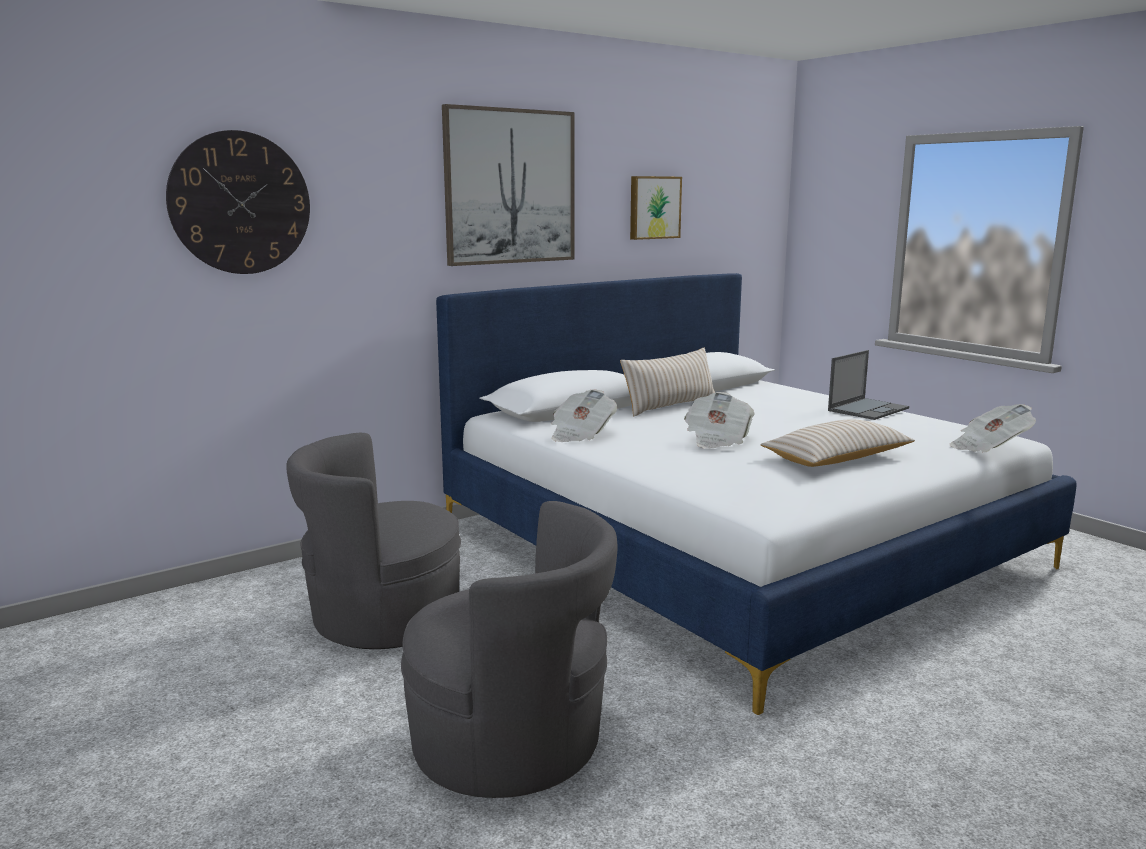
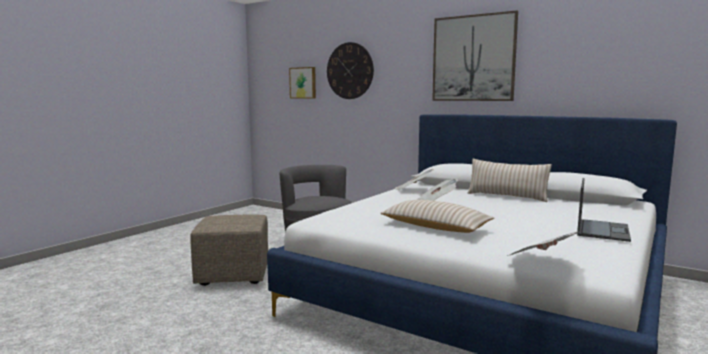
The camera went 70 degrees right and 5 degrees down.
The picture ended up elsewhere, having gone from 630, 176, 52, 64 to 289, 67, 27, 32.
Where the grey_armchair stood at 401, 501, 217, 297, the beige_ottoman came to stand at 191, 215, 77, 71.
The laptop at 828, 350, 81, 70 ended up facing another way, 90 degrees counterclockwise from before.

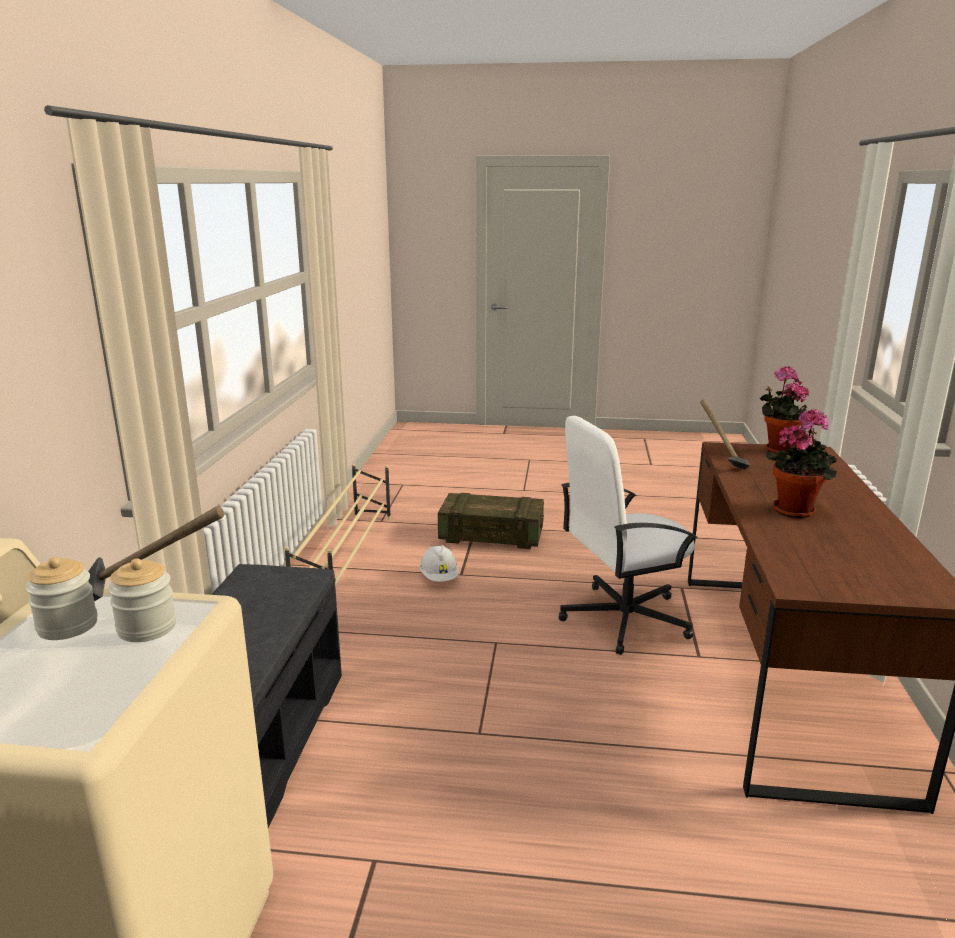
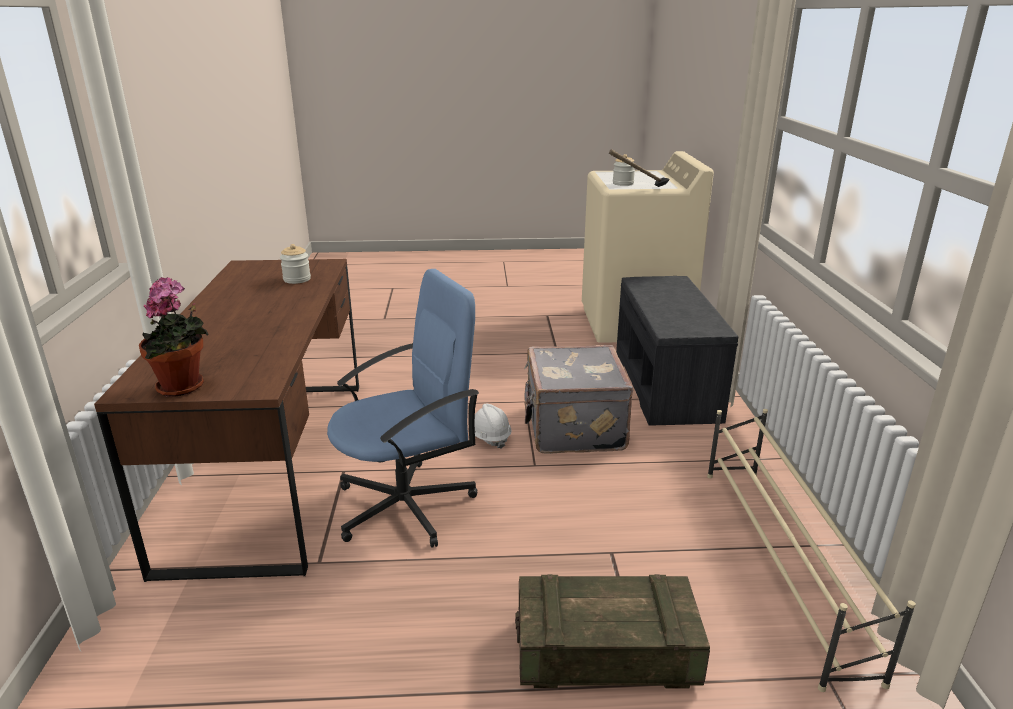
The camera went 170 degrees right and 5 degrees up.
The second view lost the hammer at 700, 399, 50, 71.
The second view lost the potted_plant at 766, 408, 71, 110.
The second view gained the grey_suitcase at 524, 345, 109, 109.
The jar ended up elsewhere, having gone from 26, 557, 71, 83 to 280, 244, 31, 40.
The white_hard_hat ended up elsewhere, having gone from 420, 545, 39, 37 to 468, 404, 44, 44.
What was the white_office_chair at 559, 416, 139, 239 turned into the blue_office_chair at 327, 269, 152, 278.

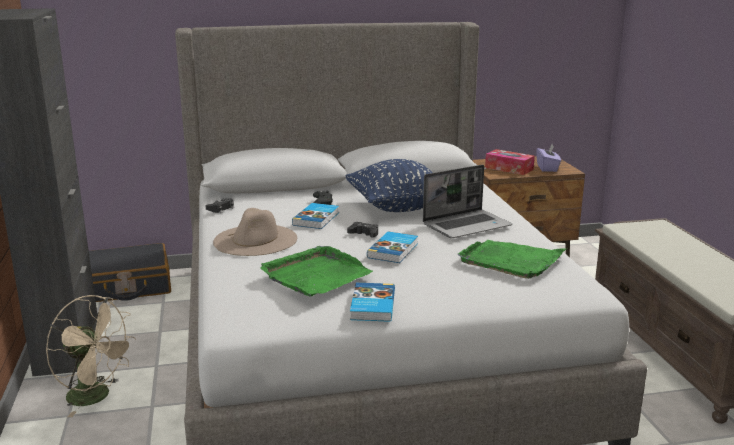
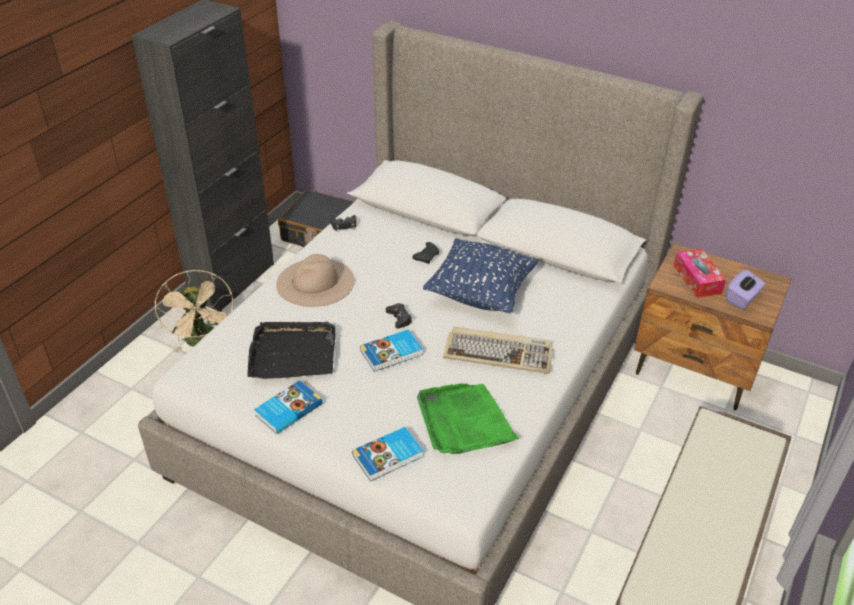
The camera went 40 degrees right and 20 degrees up.
The book ended up elsewhere, having gone from 292, 203, 47, 26 to 352, 427, 71, 54.
Where the laptop stood at 423, 165, 89, 73, the keyboard came to stand at 443, 327, 110, 47.
What was the green_tray at 260, 246, 113, 51 turned into the black_tray at 248, 322, 88, 57.

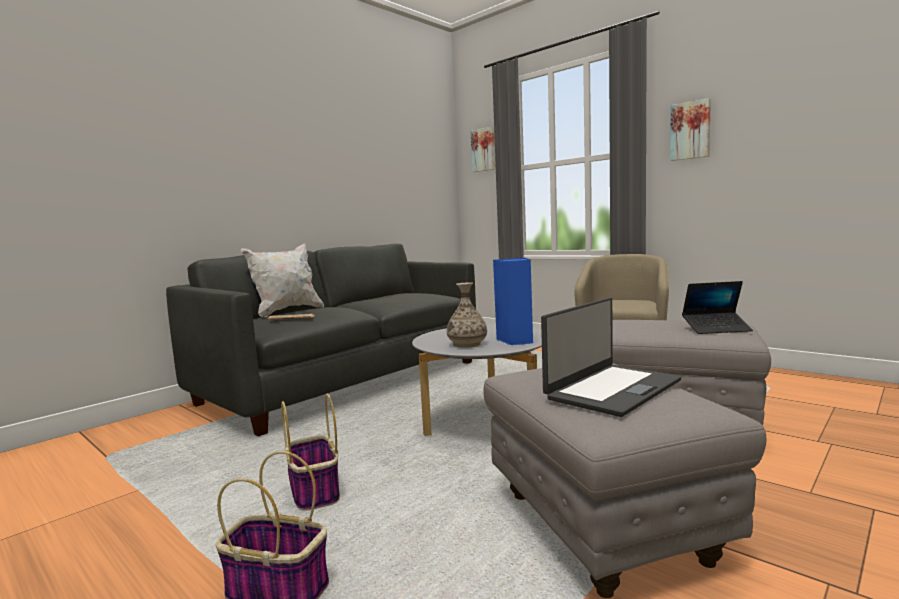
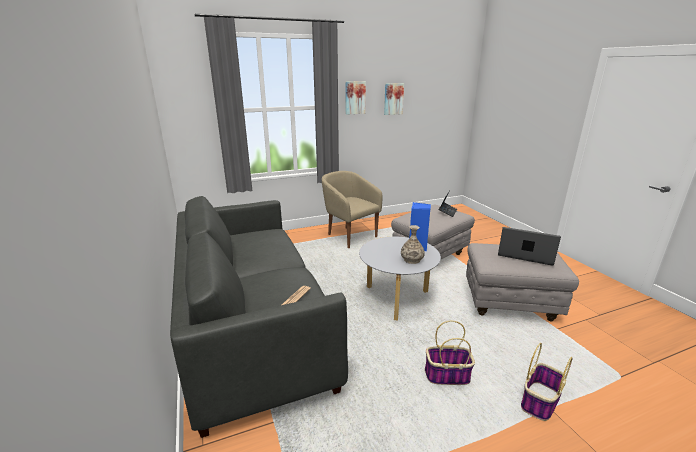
The camera went 65 degrees left and 15 degrees up.
The second view lost the white_pillow at 240, 244, 84, 73.
The picture ended up elsewhere, having gone from 471, 127, 25, 45 to 384, 83, 20, 32.
The laptop at 541, 297, 140, 120 ended up facing another way, 45 degrees counterclockwise from before.

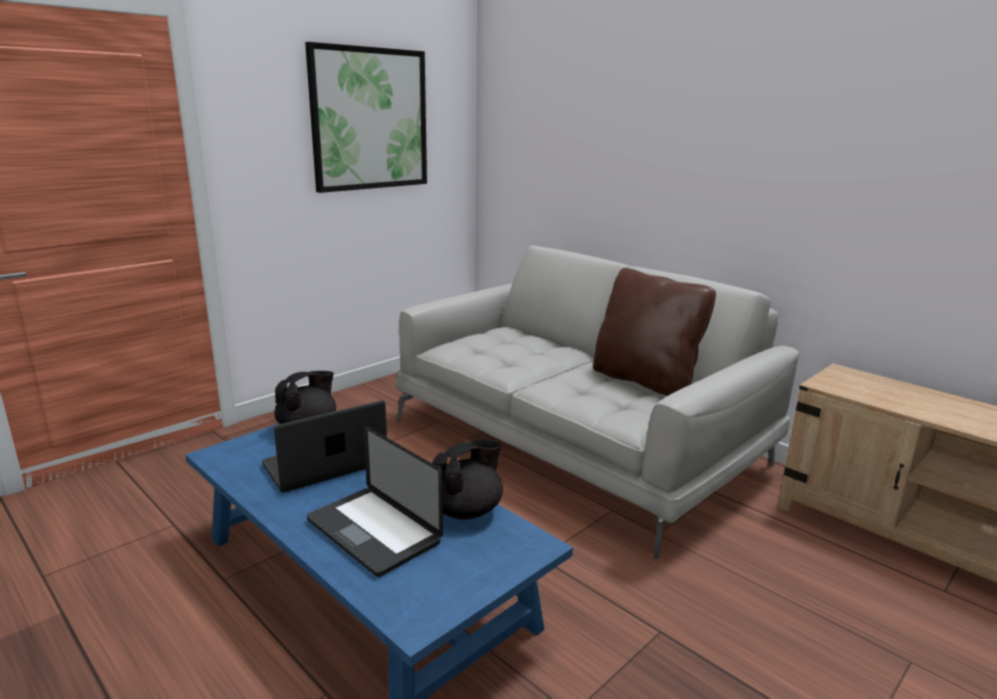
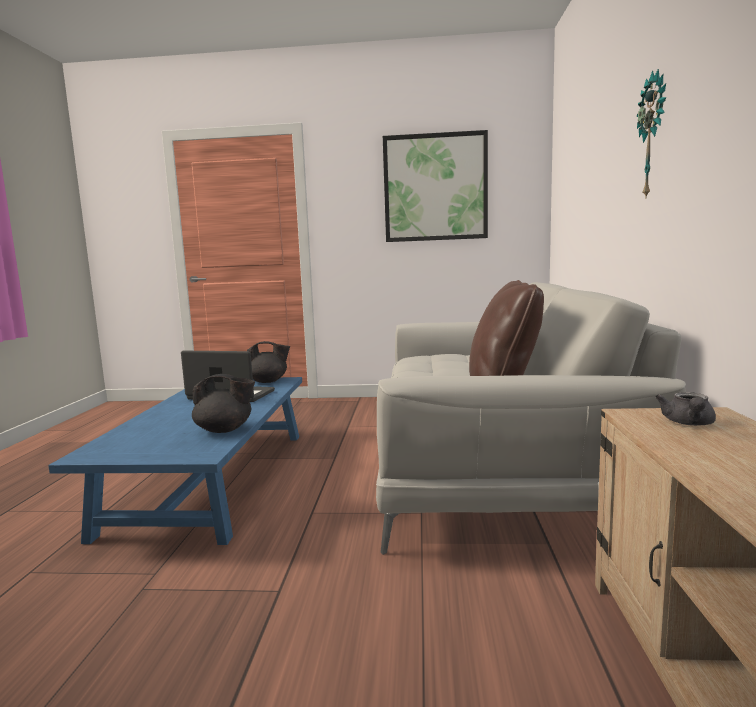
The camera went 50 degrees right and 10 degrees down.
The second view lost the laptop at 307, 426, 136, 151.
The second view gained the wall_clock at 637, 69, 29, 128.
The second view gained the grey_teapot at 655, 392, 61, 34.

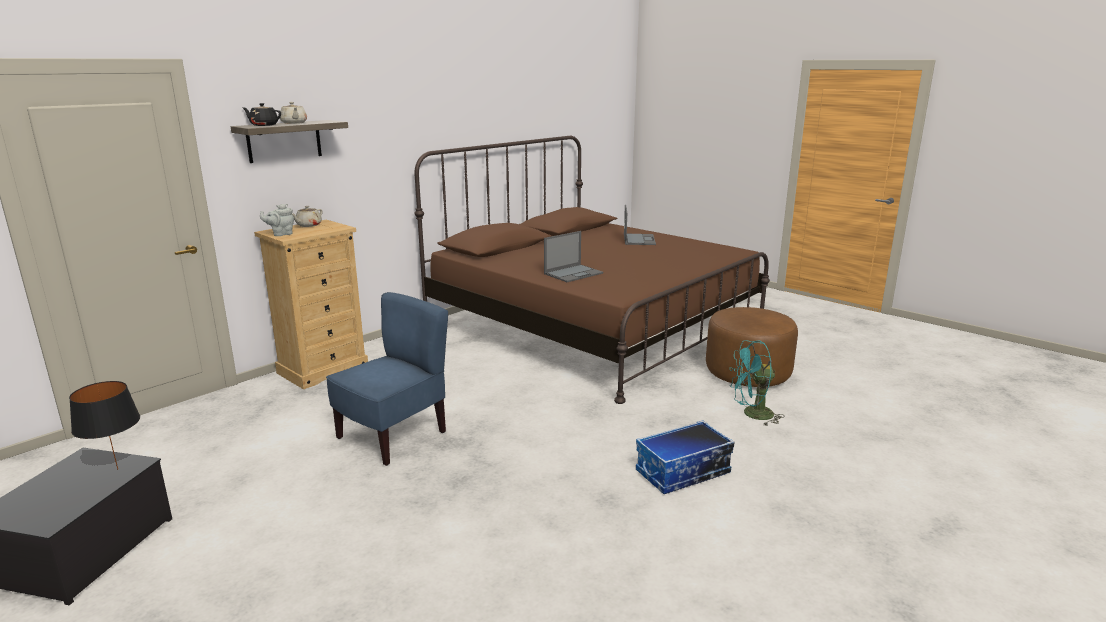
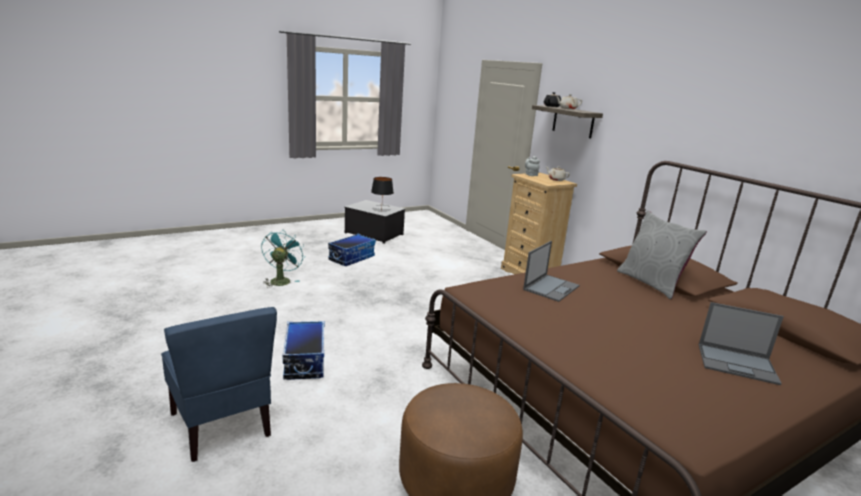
The camera went 105 degrees right and 0 degrees up.
The second view gained the storage_box at 328, 234, 48, 32.
The second view gained the grey_pillow at 617, 210, 90, 89.
The blue_chair ended up elsewhere, having gone from 326, 292, 122, 174 to 161, 307, 116, 155.
The turquoise_fan ended up elsewhere, having gone from 730, 340, 54, 86 to 261, 230, 44, 58.
The laptop at 544, 231, 59, 51 ended up facing another way, 120 degrees counterclockwise from before.

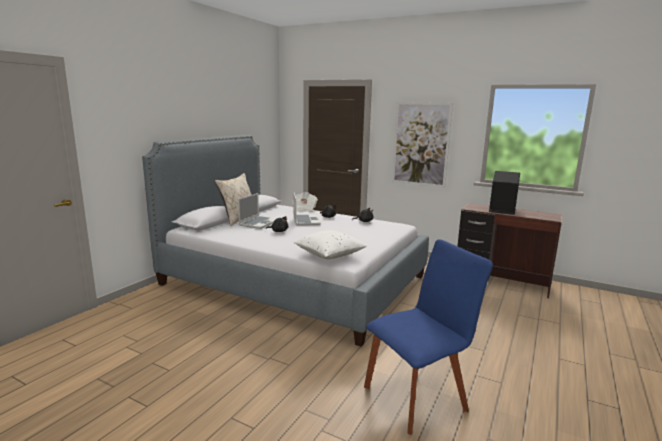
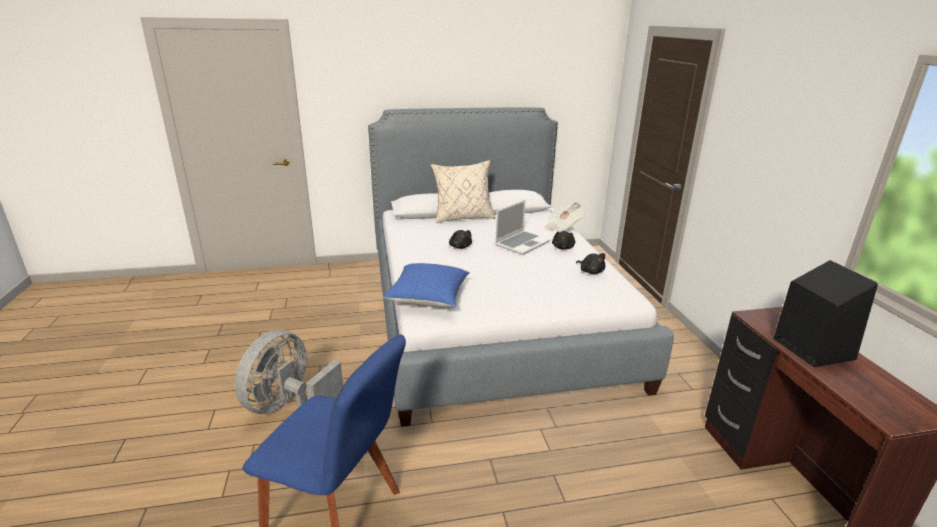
The camera went 50 degrees right and 10 degrees up.
The second view lost the laptop at 238, 193, 38, 36.
The second view lost the picture at 392, 102, 61, 86.
The second view gained the grey_fan at 235, 330, 108, 84.
What was the white_pillow at 294, 230, 73, 29 turned into the blue_pillow at 383, 263, 87, 44.

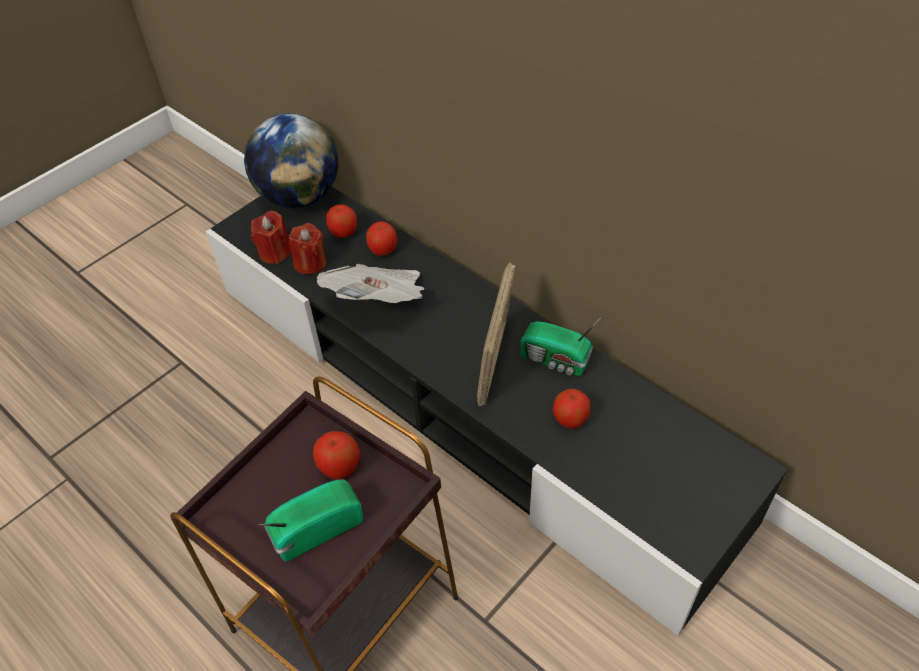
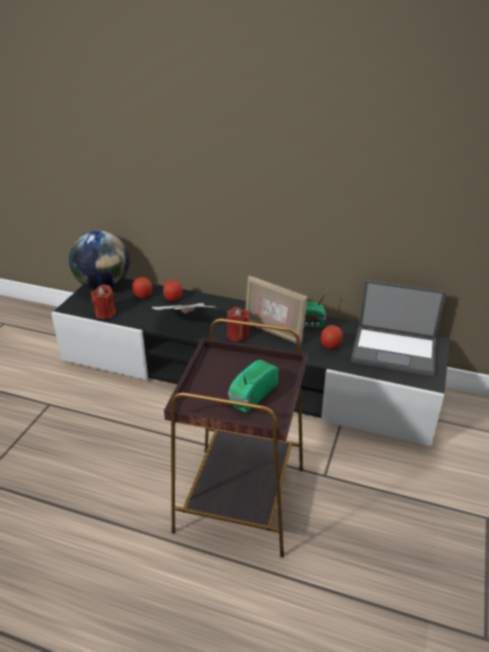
The camera went 25 degrees left and 15 degrees down.
The second view lost the apple at 313, 431, 47, 48.
The second view gained the laptop at 351, 280, 96, 96.
The red_candle ended up elsewhere, having gone from 289, 223, 38, 52 to 226, 307, 23, 34.
The picture_frame at 477, 263, 39, 143 ended up facing another way, 45 degrees counterclockwise from before.

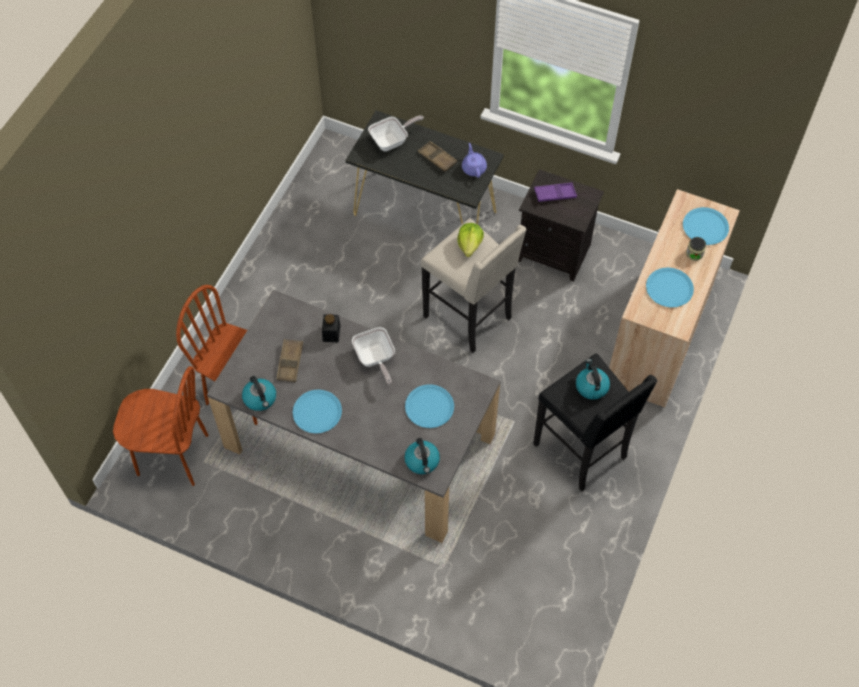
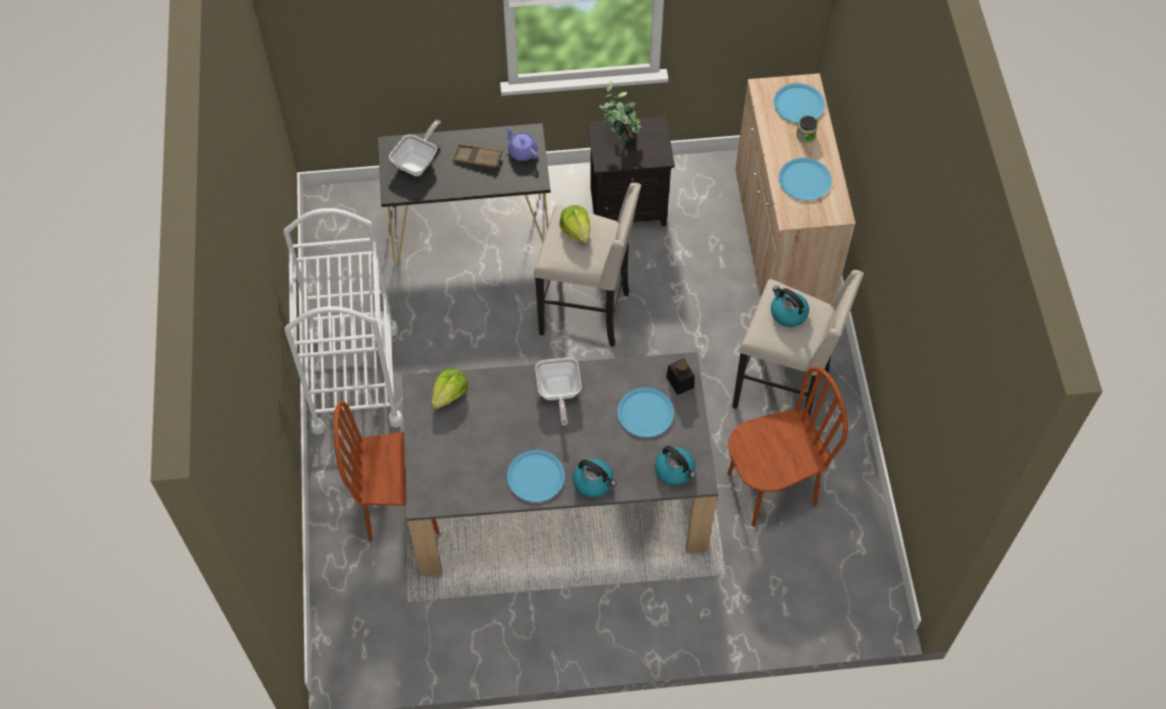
The camera went 30 degrees left and 0 degrees up.
The second view lost the brown_tray at 277, 339, 26, 43.
The second view gained the white_cart at 283, 208, 120, 227.
The second view gained the lettuce at 431, 368, 37, 41.
The brown_chair ended up elsewhere, having gone from 113, 366, 95, 120 to 727, 366, 121, 161.
The kettle ended up elsewhere, having gone from 242, 376, 34, 35 to 573, 459, 44, 39.
The black_jar ended up elsewhere, having gone from 322, 314, 18, 28 to 666, 358, 29, 37.
Where the purple_tray stood at 534, 183, 43, 19, the potted_plant came to stand at 599, 81, 43, 64.
What was the black_stool at 533, 353, 124, 139 turned into the beige_stool at 732, 270, 132, 146.
The frying_pan at 352, 327, 43, 57 ended up facing another way, 45 degrees clockwise from before.

